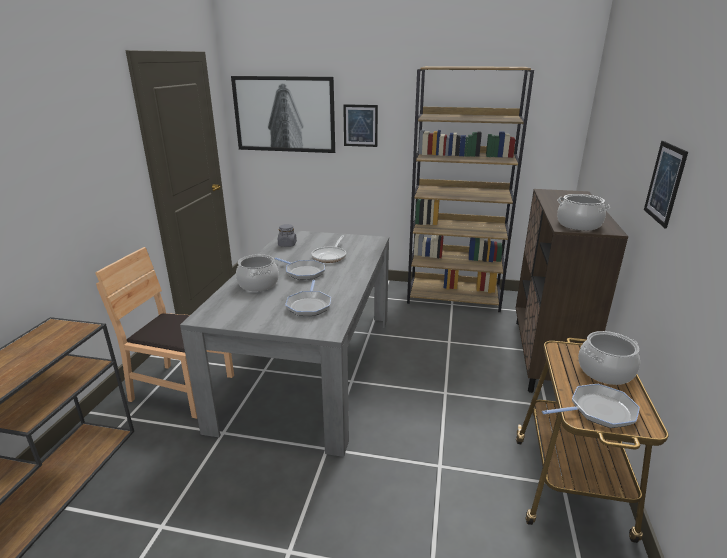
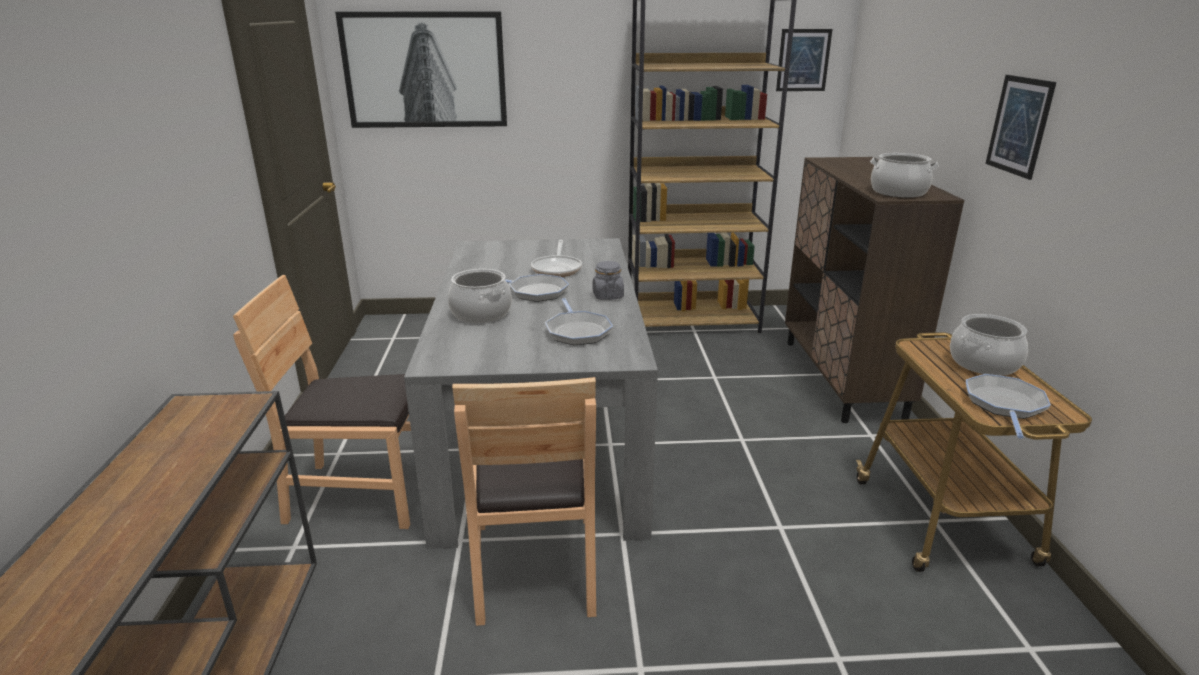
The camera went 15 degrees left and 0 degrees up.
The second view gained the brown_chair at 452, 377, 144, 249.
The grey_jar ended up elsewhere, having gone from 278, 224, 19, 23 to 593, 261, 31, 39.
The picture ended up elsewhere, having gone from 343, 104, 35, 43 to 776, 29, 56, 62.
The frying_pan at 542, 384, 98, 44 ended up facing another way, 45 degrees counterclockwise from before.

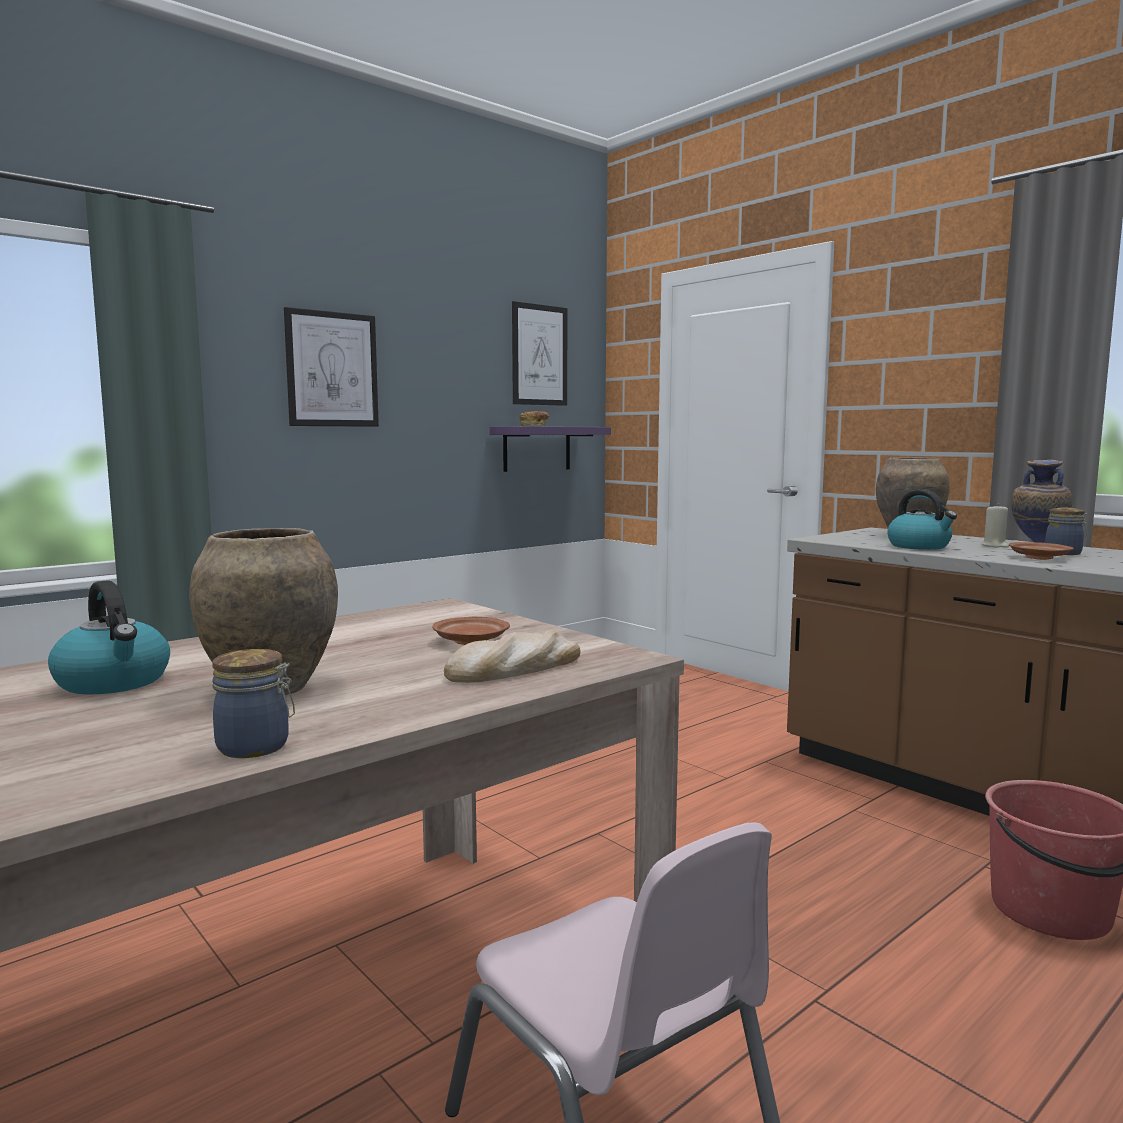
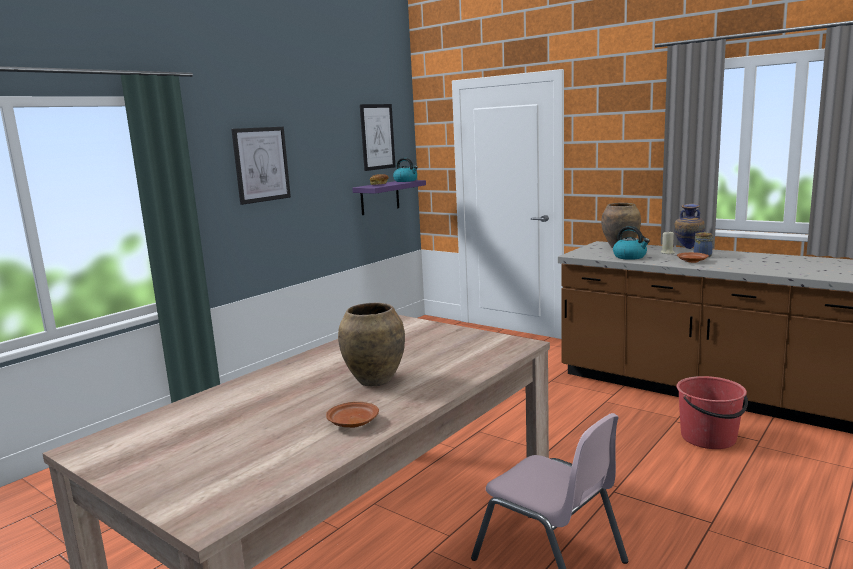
The camera went 10 degrees left and 5 degrees up.
The second view lost the jar at 212, 649, 83, 109.
The second view lost the bread at 444, 630, 137, 53.
The kettle ended up elsewhere, having gone from 48, 580, 122, 115 to 393, 158, 25, 24.
The brown_plate ended up elsewhere, having gone from 432, 617, 78, 28 to 326, 402, 53, 26.

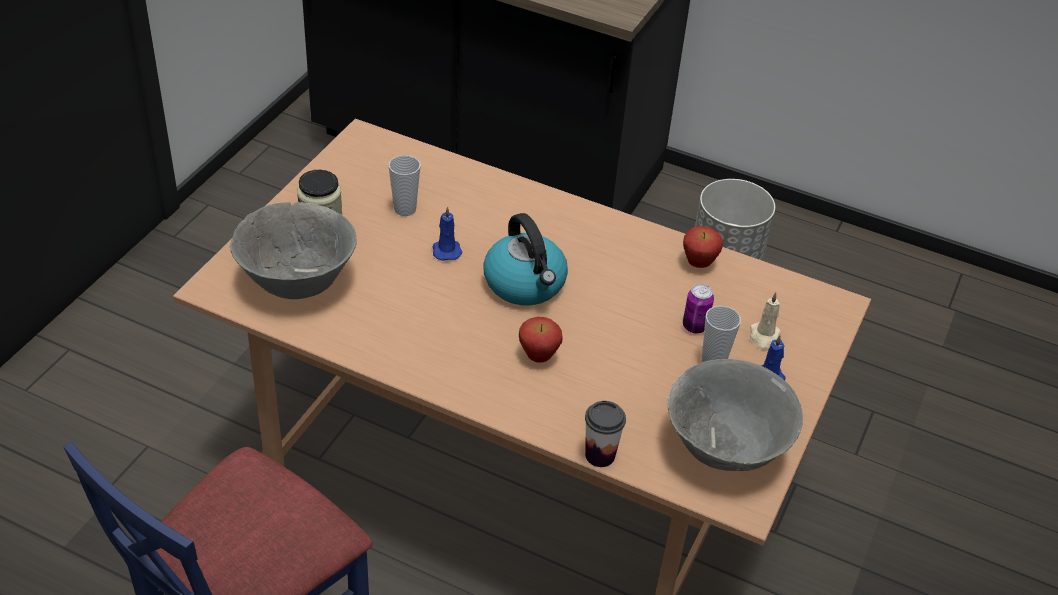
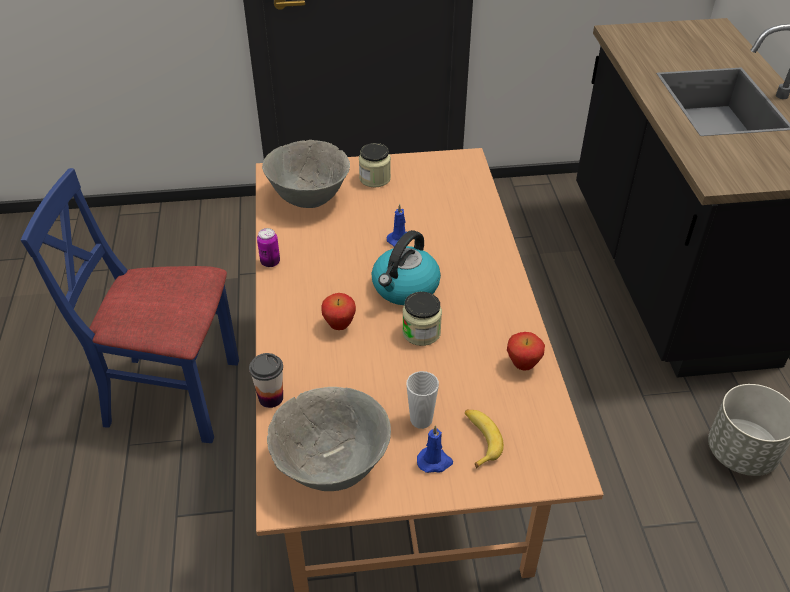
The camera went 60 degrees right and 0 degrees up.
The second view lost the cup at 388, 155, 33, 61.
The second view gained the jar at 402, 292, 40, 54.
The can ended up elsewhere, having gone from 683, 284, 31, 50 to 257, 228, 23, 39.
Where the beige_candle stood at 750, 292, 31, 58, the banana came to stand at 465, 409, 39, 59.

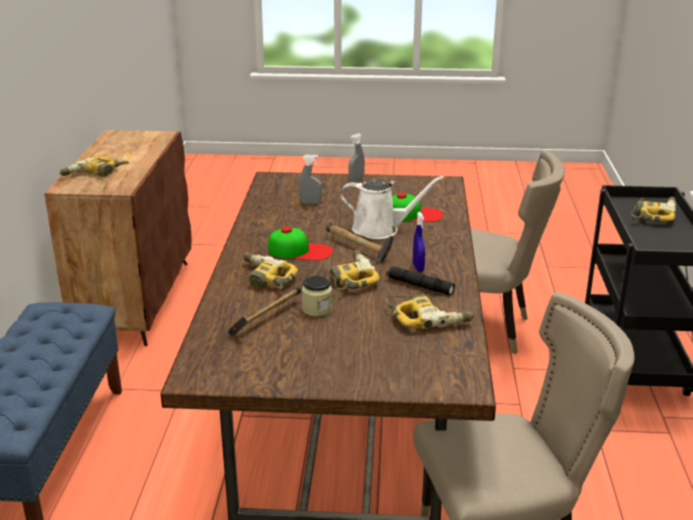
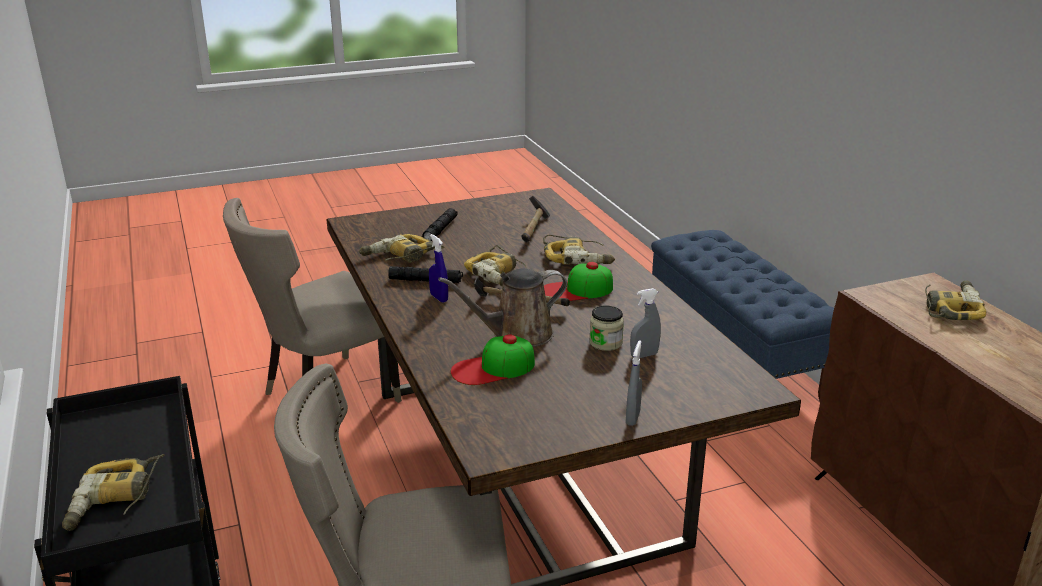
The camera went 155 degrees right and 0 degrees up.
The second view gained the black_flashlight at 422, 208, 36, 33.
The jar ended up elsewhere, having gone from 302, 276, 30, 41 to 589, 306, 35, 45.
What was the white_watering_can at 340, 176, 104, 63 turned into the brown_watering_can at 438, 268, 129, 79.

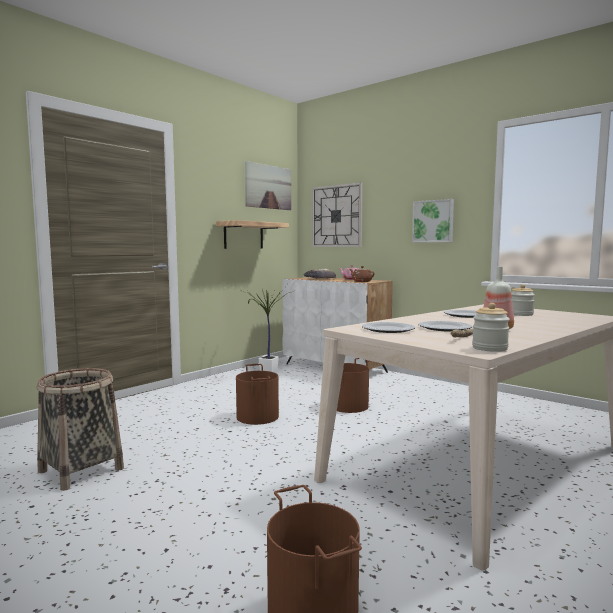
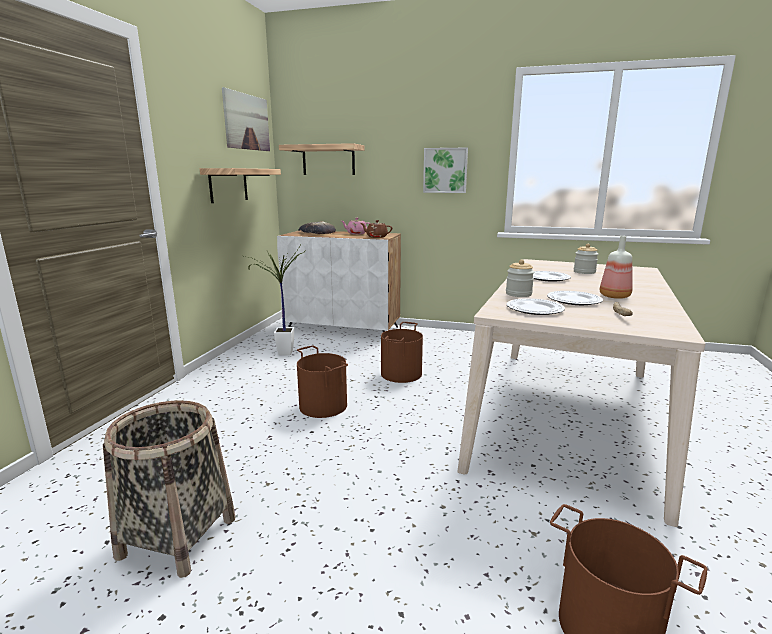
The camera went 25 degrees left and 10 degrees up.
The jar ended up elsewhere, having gone from 472, 303, 38, 49 to 506, 259, 28, 38.
Where the wall_clock hung at 312, 182, 51, 65, the shelf came to hang at 279, 143, 85, 32.

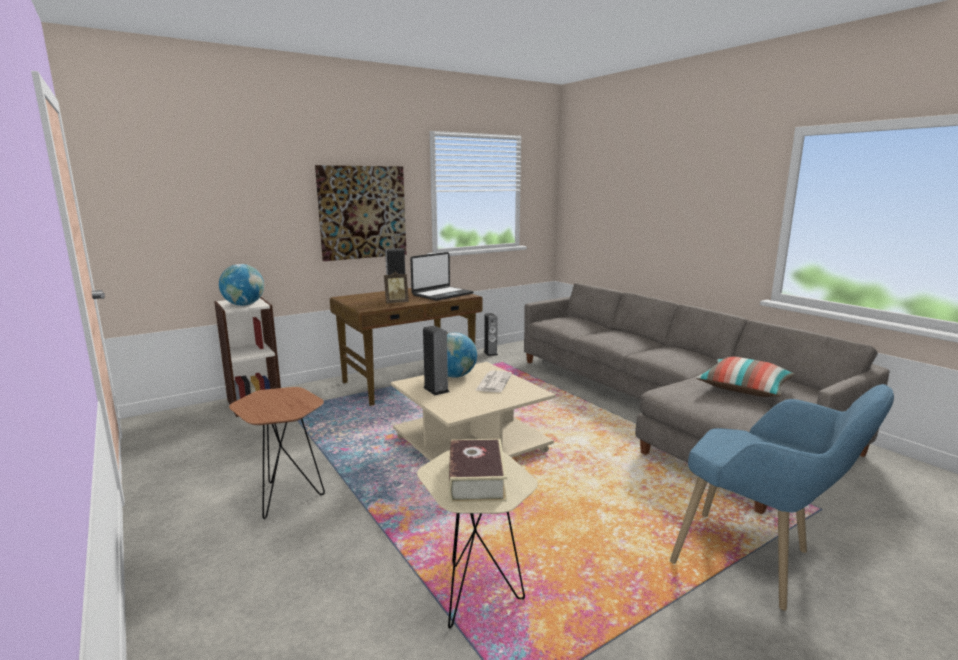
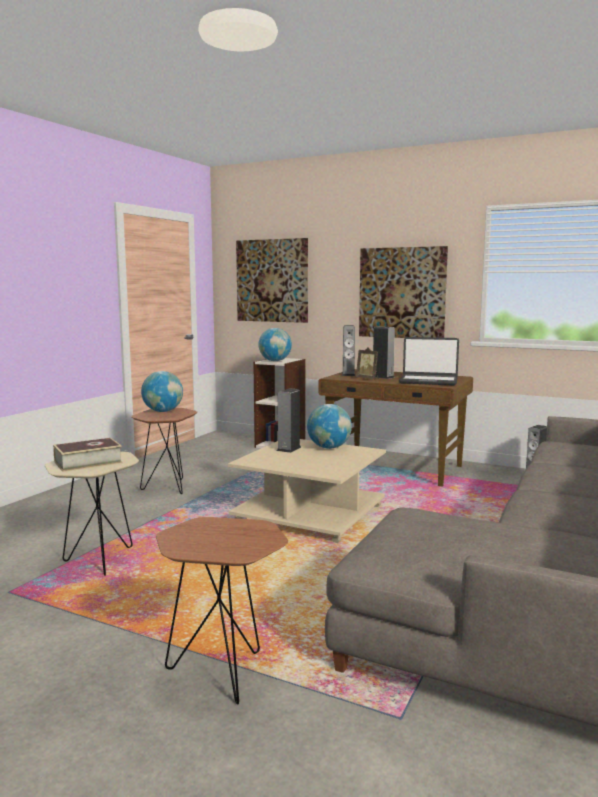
The camera went 60 degrees right and 5 degrees down.
The second view lost the newspaper at 476, 371, 36, 21.
The second view lost the pillow at 696, 357, 99, 40.
The second view gained the globe at 141, 371, 42, 41.
The second view gained the picture at 236, 238, 72, 85.
The second view gained the speaker at 342, 325, 13, 51.
Where the blue_armchair stood at 670, 384, 224, 227, the brown_side_table came to stand at 156, 517, 132, 188.

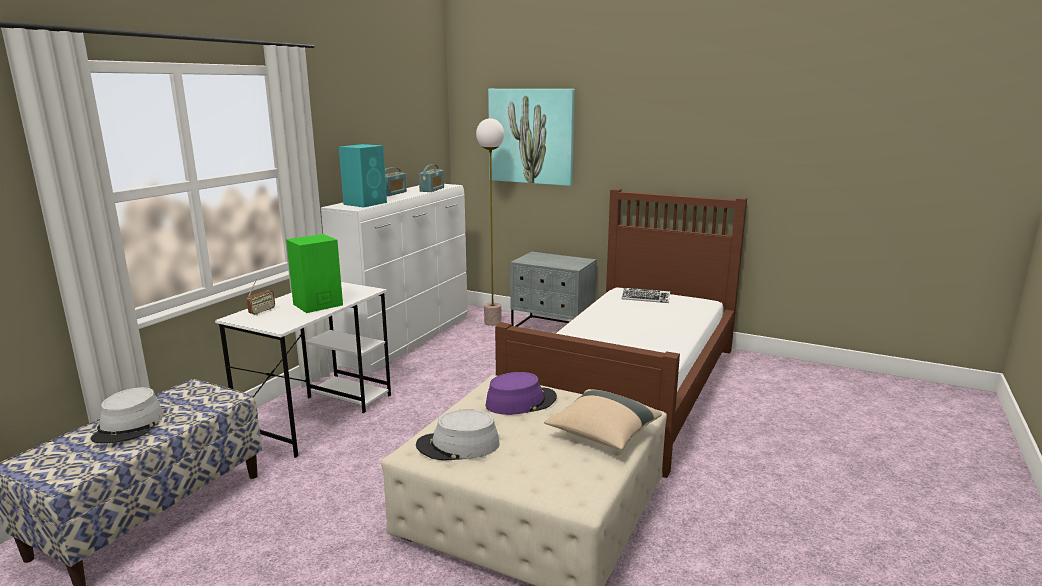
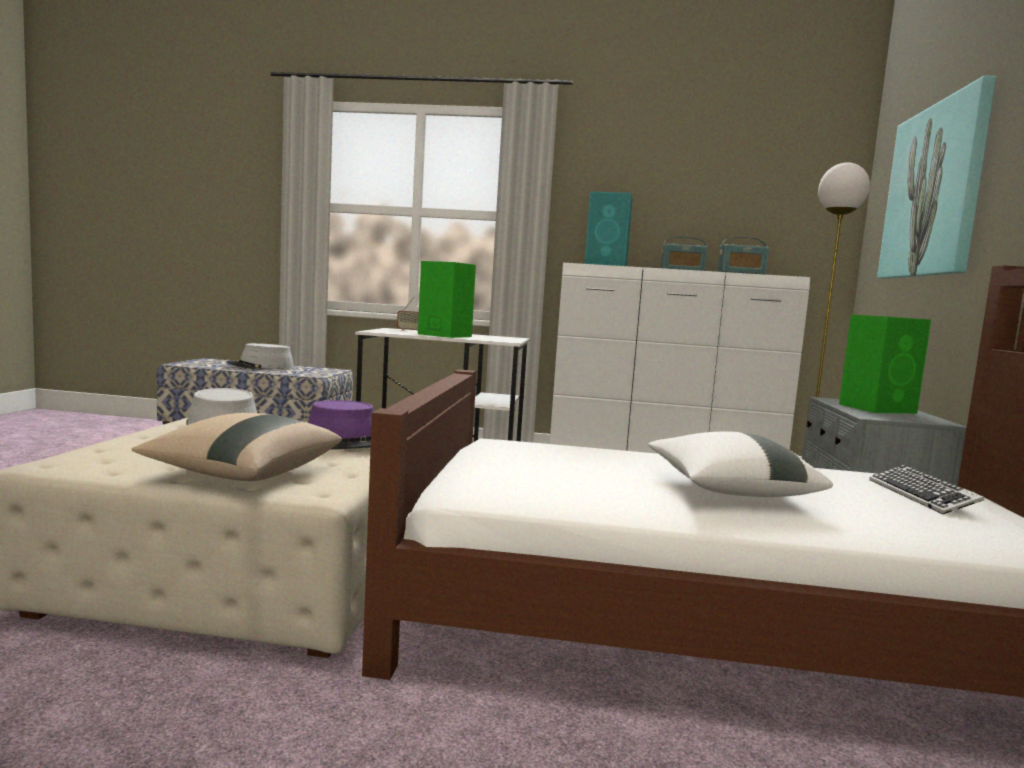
The camera went 70 degrees right and 10 degrees down.
The second view gained the white_pillow at 648, 432, 185, 65.
The second view gained the green_speaker at 839, 315, 92, 99.

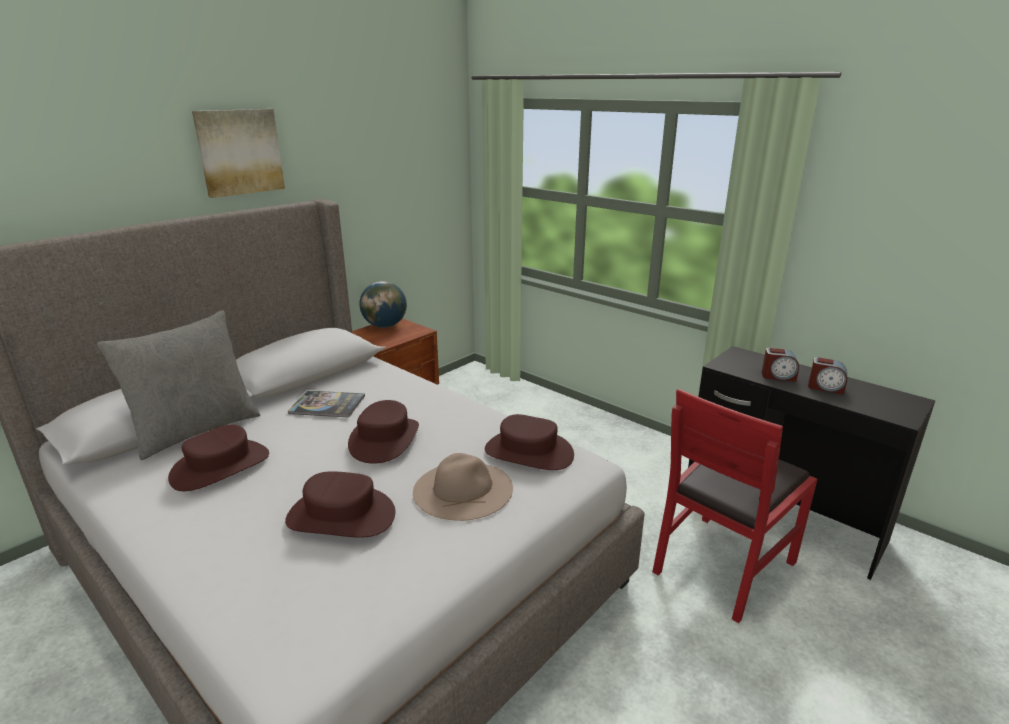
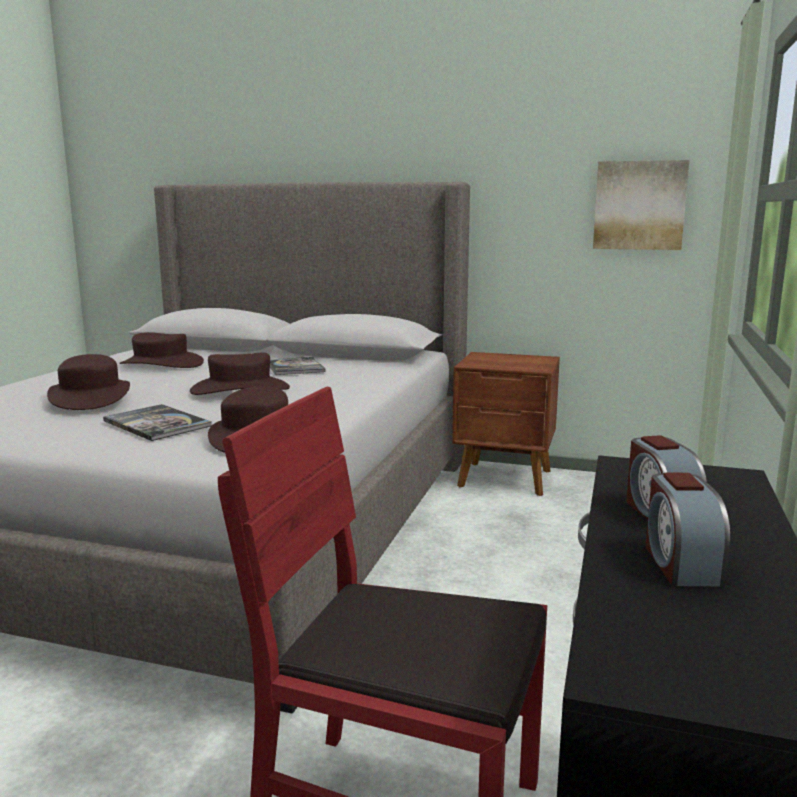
The camera went 65 degrees right and 10 degrees down.
The second view lost the grey_pillow at 97, 310, 163, 150.
The second view lost the globe at 359, 281, 48, 47.
The picture ended up elsewhere, having gone from 192, 109, 93, 89 to 593, 160, 96, 90.
Where the beige_hat stood at 413, 453, 100, 68, the book came to stand at 103, 404, 109, 37.

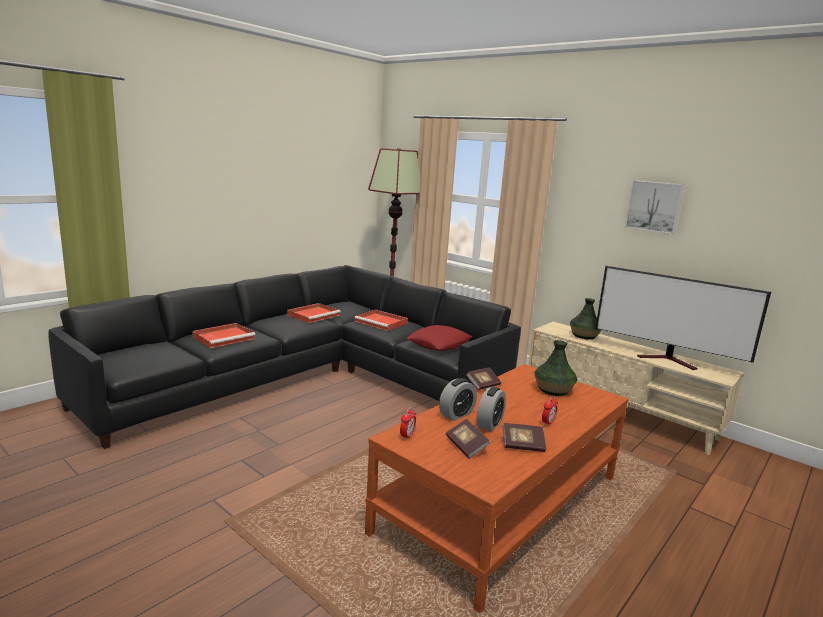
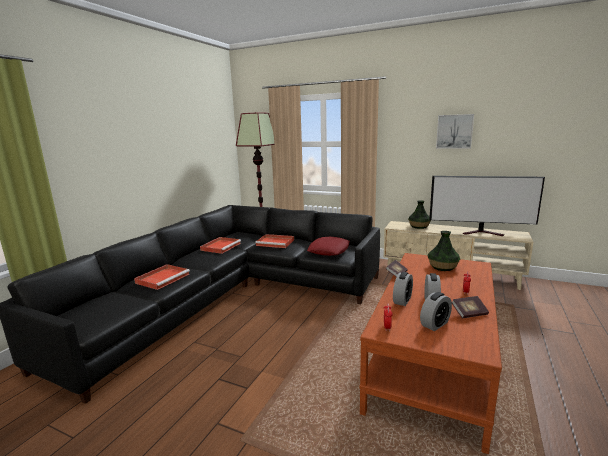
The camera went 15 degrees left and 0 degrees up.
Where the book stood at 446, 419, 44, 40, the alarm_clock came to stand at 420, 292, 32, 39.

